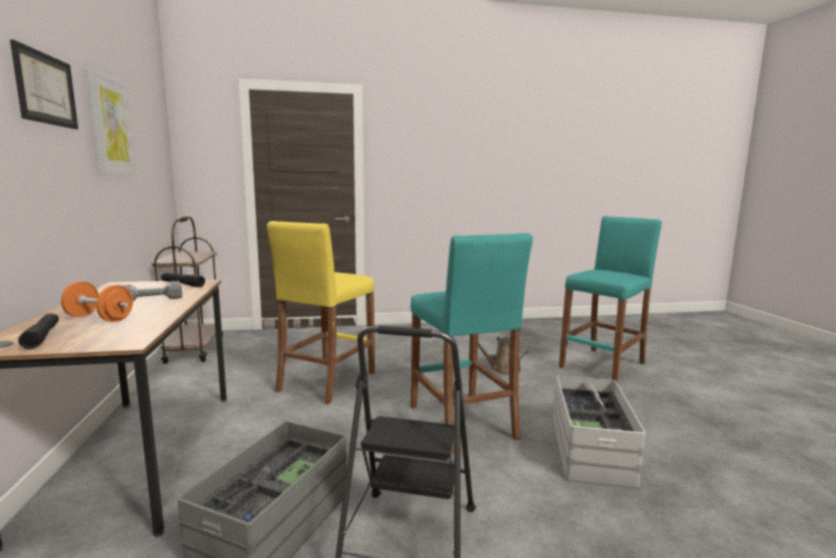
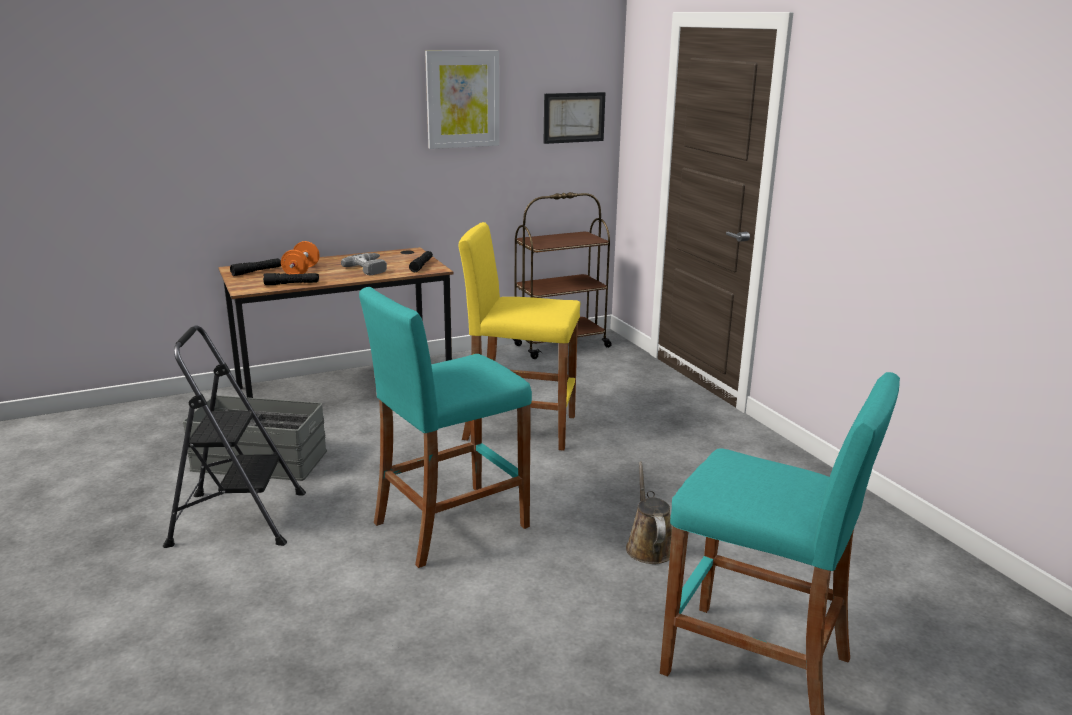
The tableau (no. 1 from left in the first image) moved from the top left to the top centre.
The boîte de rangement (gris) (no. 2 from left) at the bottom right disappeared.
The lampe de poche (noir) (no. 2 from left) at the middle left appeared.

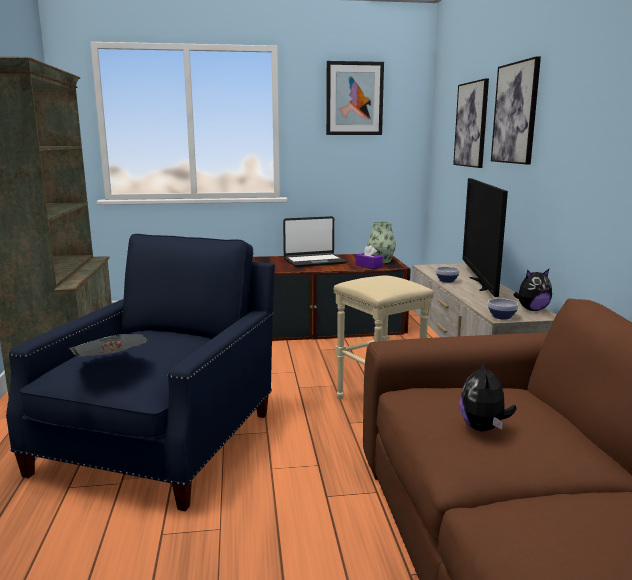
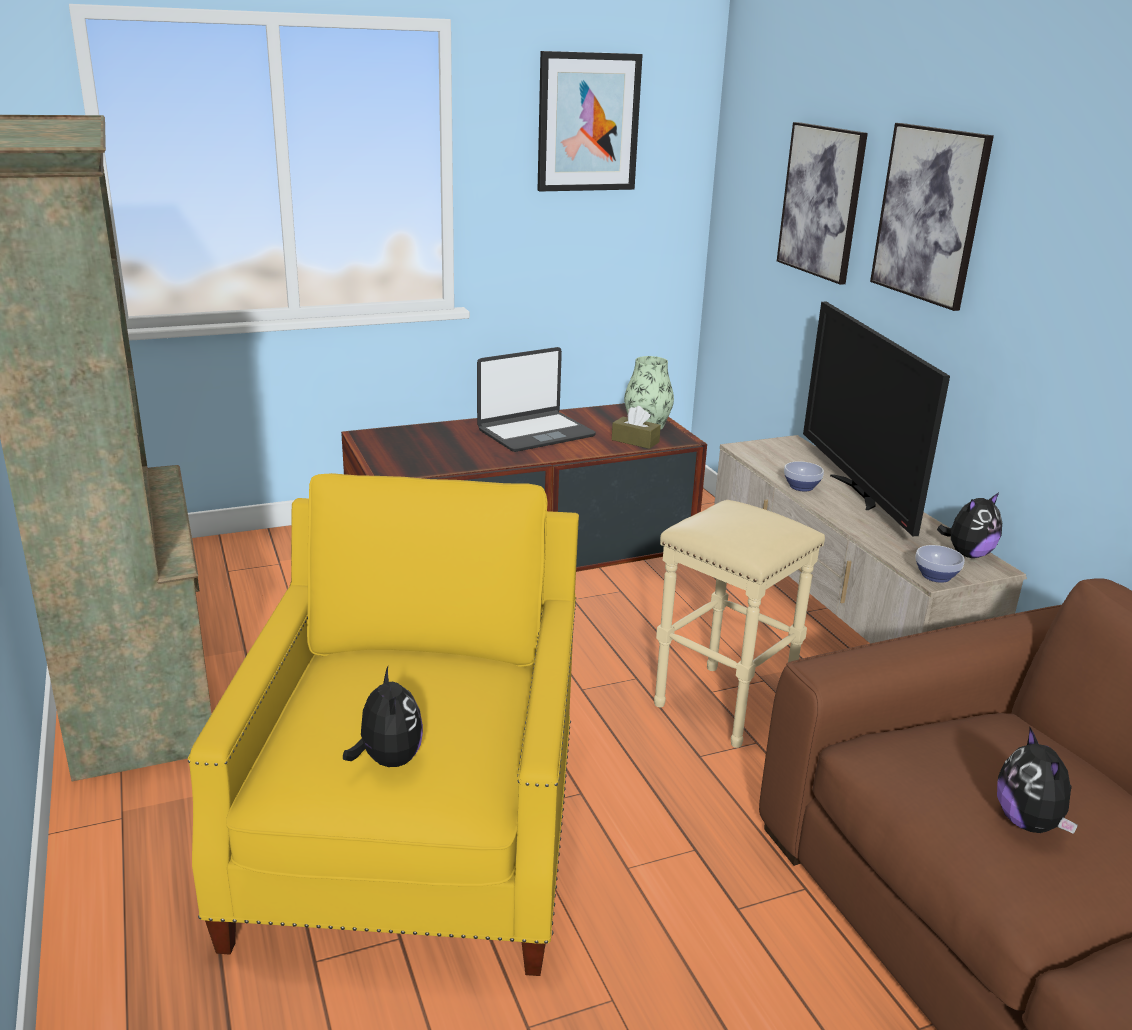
The fauteuil (bleu) at the middle left became the fauteuil (jaune) at the bottom centre.
The boîte à mouchoirs (violet) at the centre became the boîte à mouchoirs (marron) at the centre.
The journal at the middle left was replaced by the peluche (no. 1 from left) at the bottom centre.

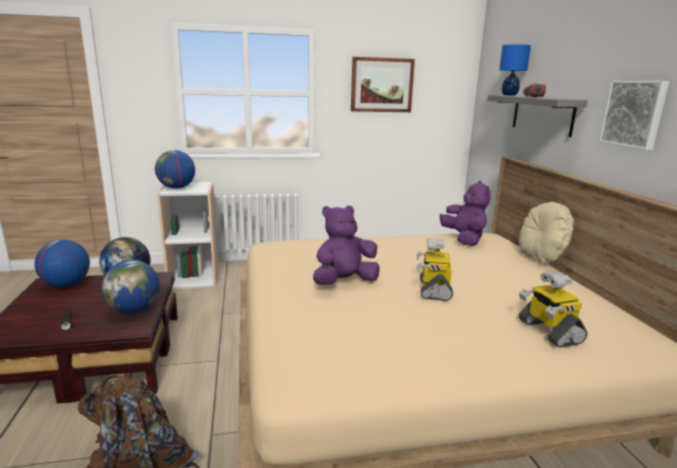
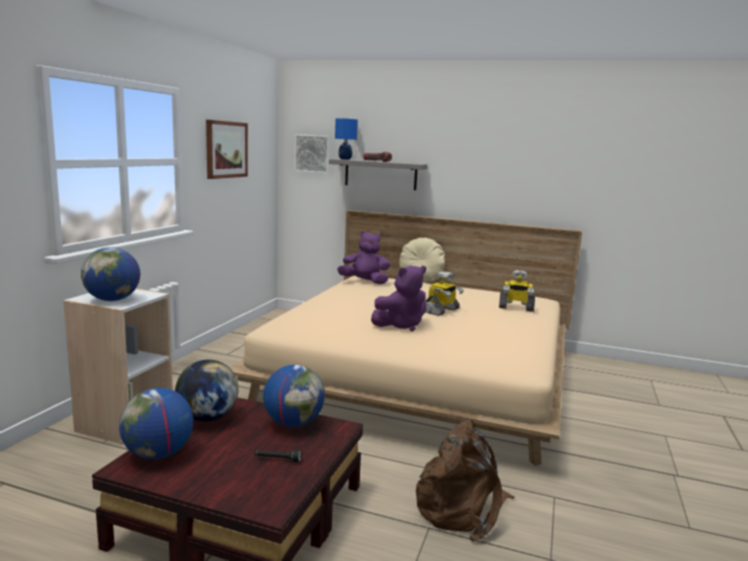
The tableau (no. 2 from left) moved from the top right to the top centre.
The peluche (violet) (no. 1 from left in the first image) at the centre turned 120 degrees counterclockwise.
The robot jouet (no. 1 from left) at the centre turned 90 degrees counterclockwise.

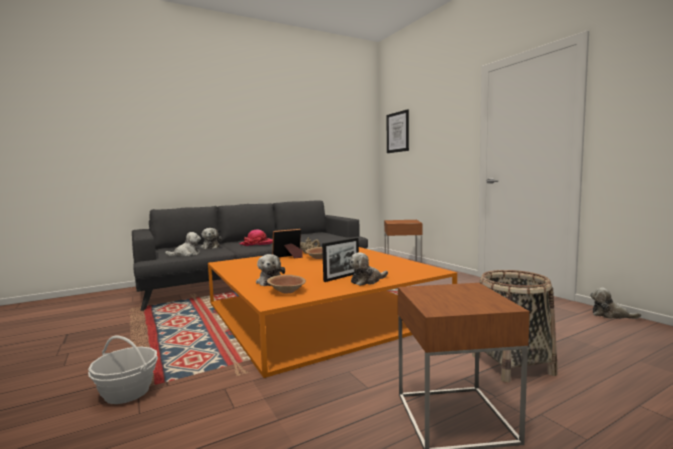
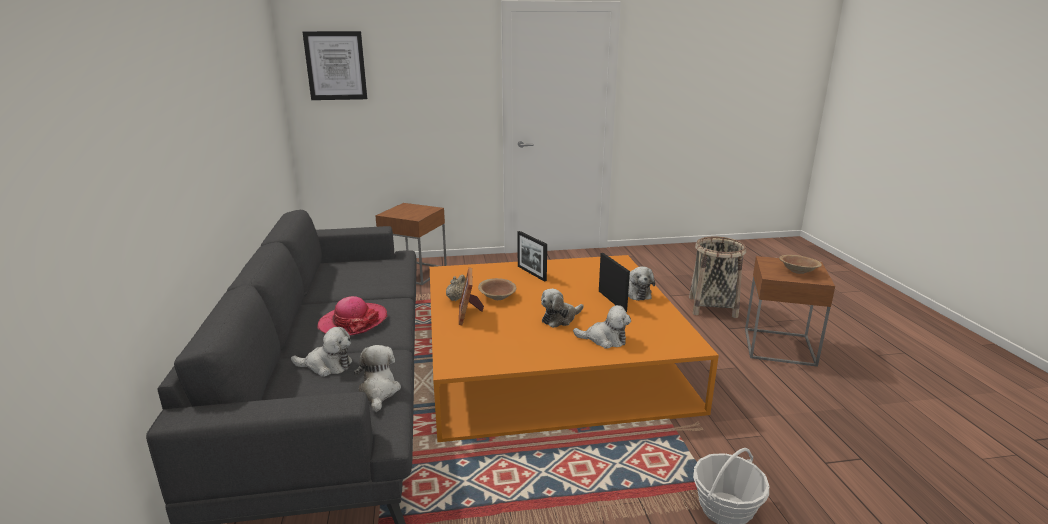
The bol (marron) (no. 1 from left in the first image) moved from the centre to the middle right.
The peluche (no. 5 from left in the first image) moved from the bottom right to the centre.
The cadre photo (no. 2 from left) at the centre appeared.

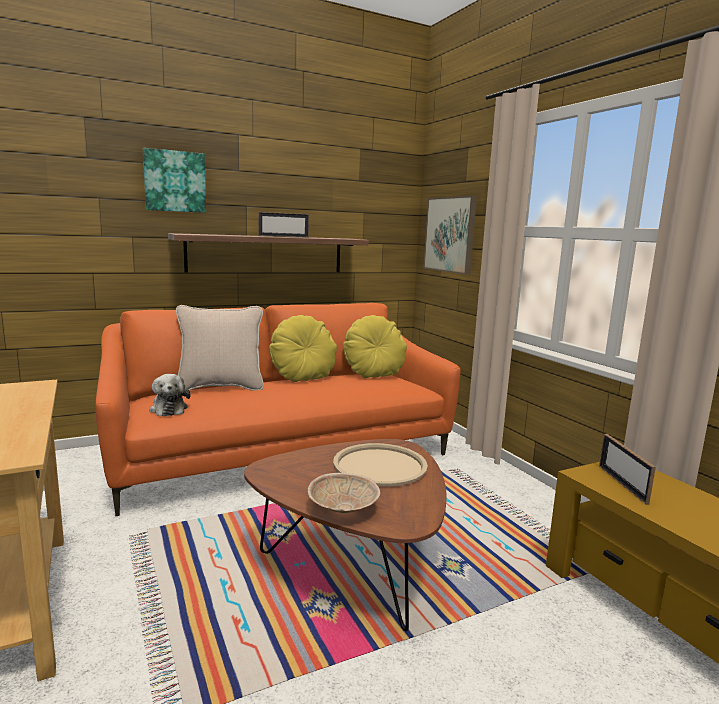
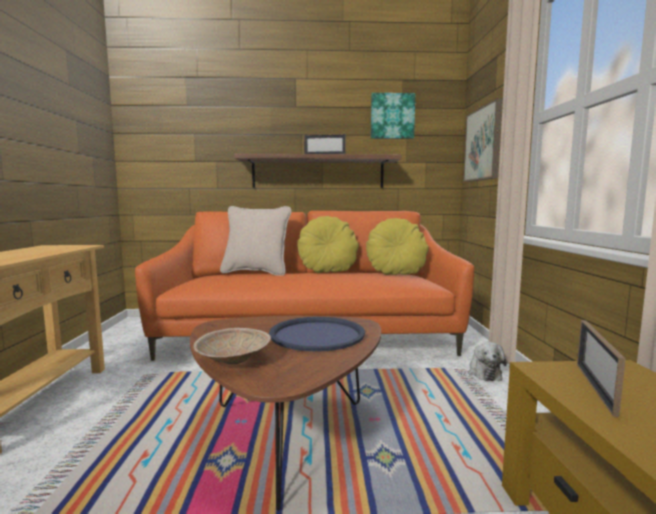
The tableau (no. 1 from left) moved from the top left to the top centre.
The peluche moved from the middle left to the bottom right.
The plateau (beige) at the centre became the plateau (bleu) at the centre.

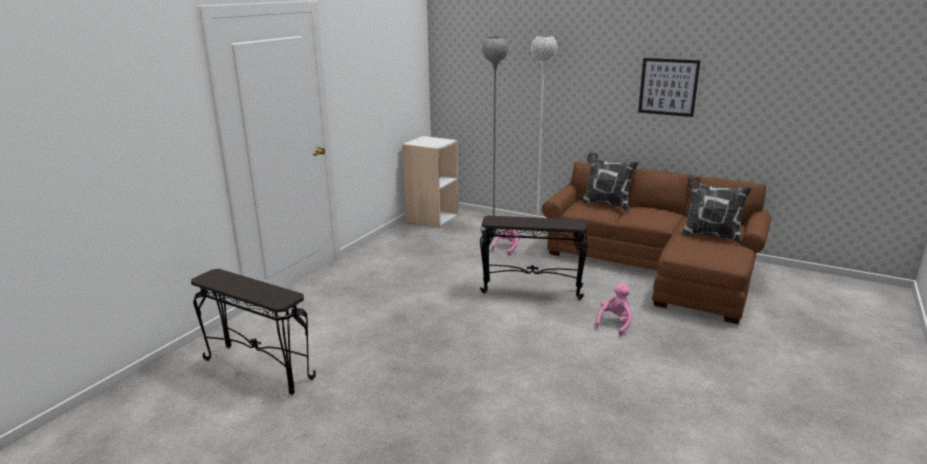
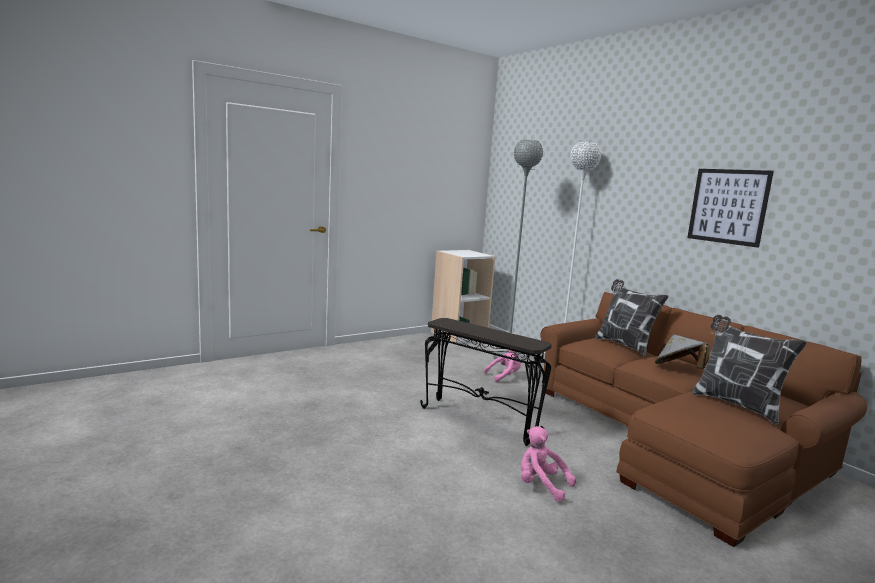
The table d'appoint (noir) (no. 1 from left) at the bottom left disappeared.
The peluche (rose) (no. 2 from left) at the centre turned 120 degrees counterclockwise.
The chapeau (gris) at the middle right appeared.

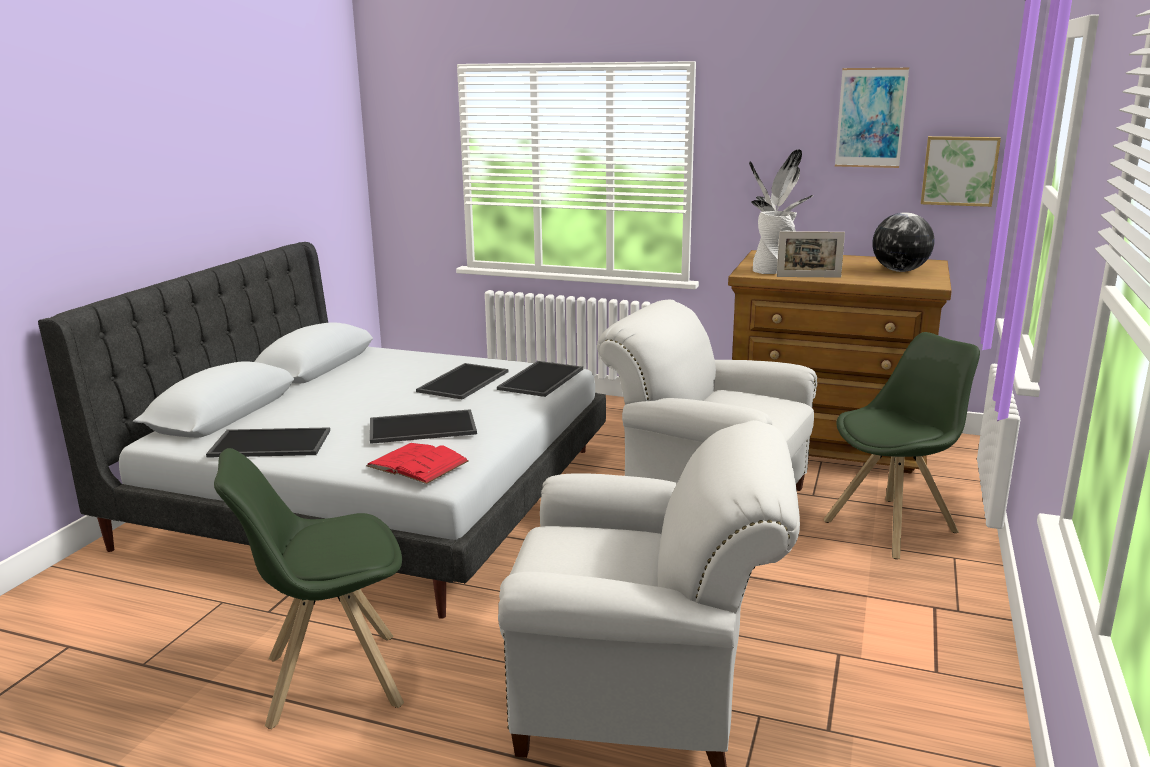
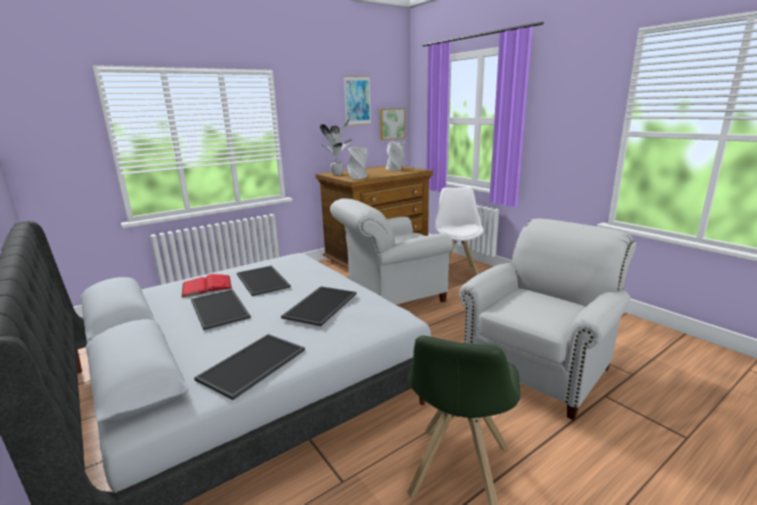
The globe at the top right was replaced by the vase (gris) (no. 2 from left) at the top centre.
The cadre photo at the top right disappeared.
The chaise (vert) (no. 2 from left) at the middle right became the chaise (blanc) at the centre.
The plateau (no. 4 from left in the first image) moved from the centre to the middle left.
The livre (rouge) moved from the centre to the middle left.

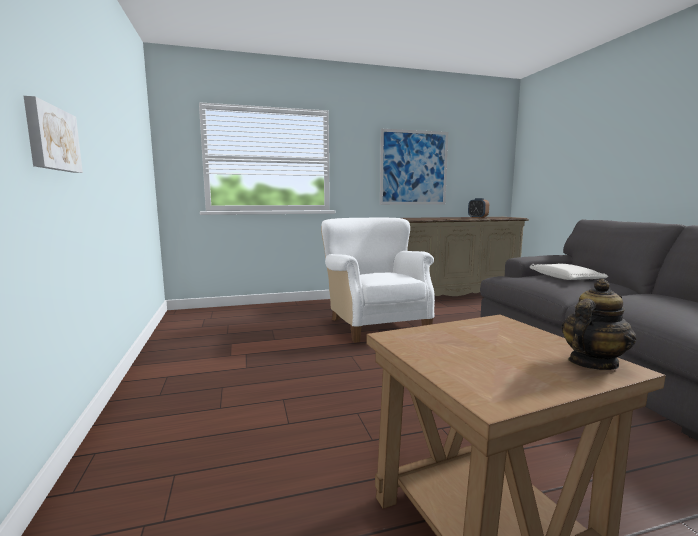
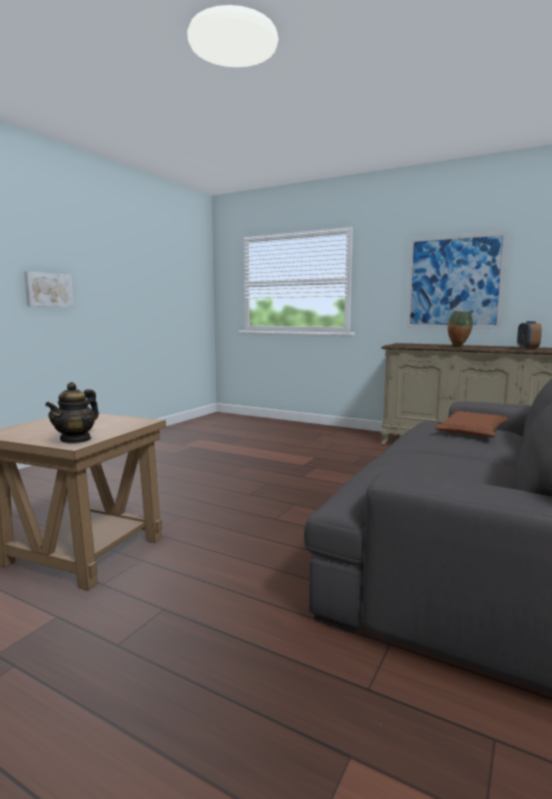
The fauteuil (blanc) at the centre disappeared.
The coussin (blanc) at the middle right became the coussin (marron) at the middle right.
The théière at the middle right turned 105 degrees clockwise.
The vase at the middle right appeared.

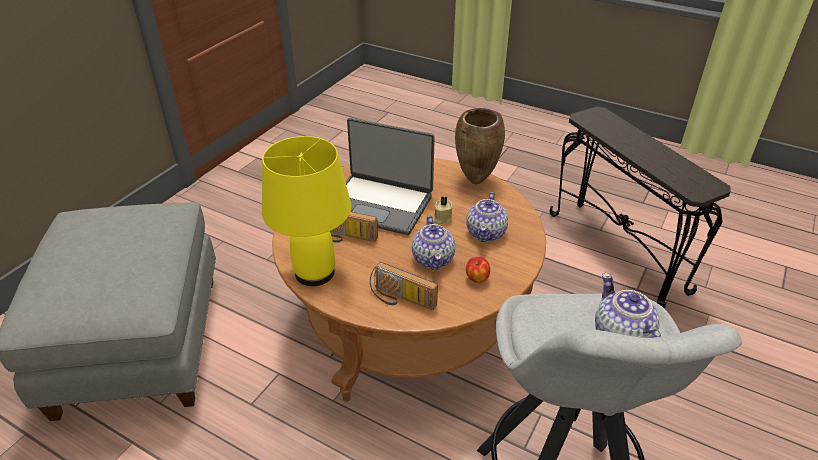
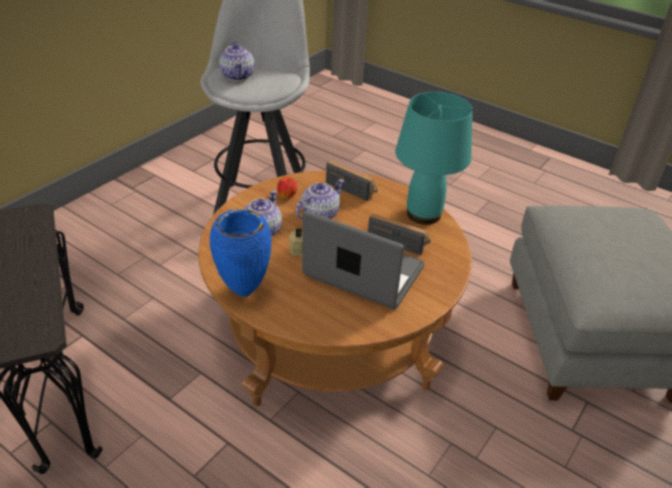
The vase (marron) at the top centre became the vase (bleu) at the centre.
The lampe de table (jaune) at the centre became the lampe de table (turquoise) at the top centre.
The théière (no. 1 from left in the first image) at the centre turned 45 degrees clockwise.

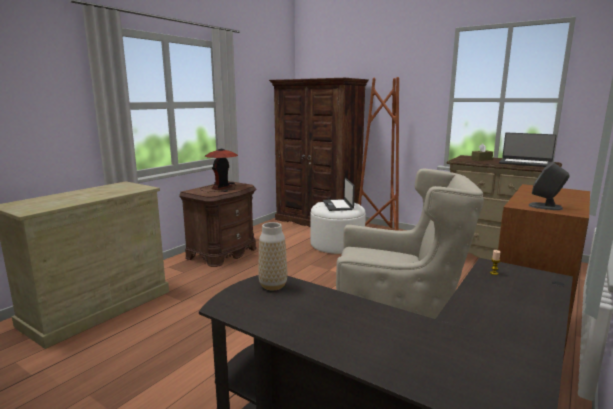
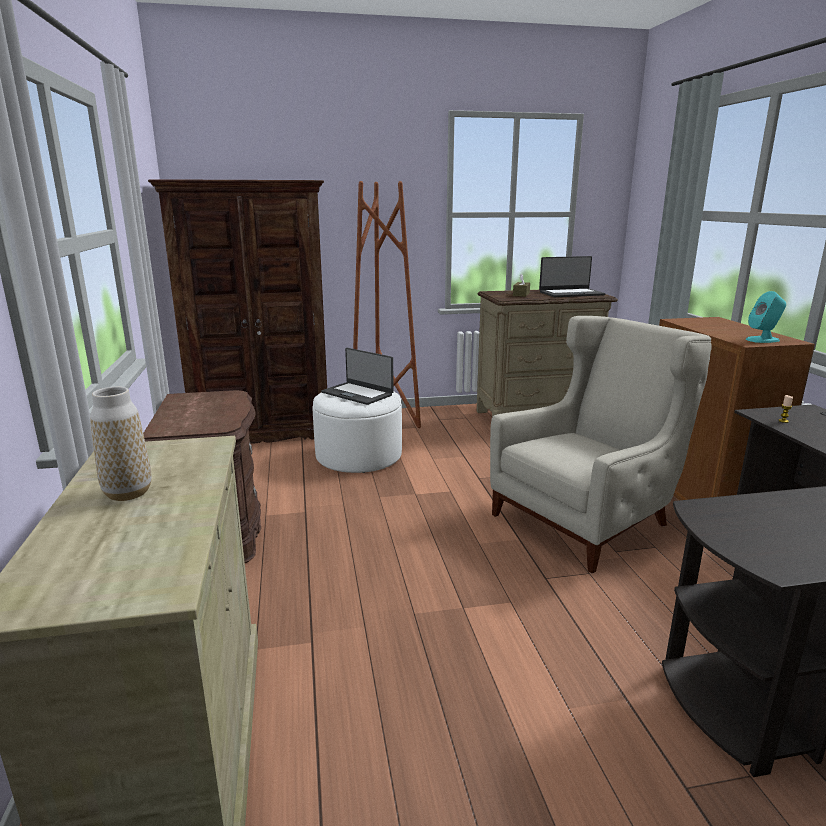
The lampe de table at the centre disappeared.
The enceinte (gris) at the middle right became the enceinte (turquoise) at the middle right.
The vase moved from the centre to the middle left.

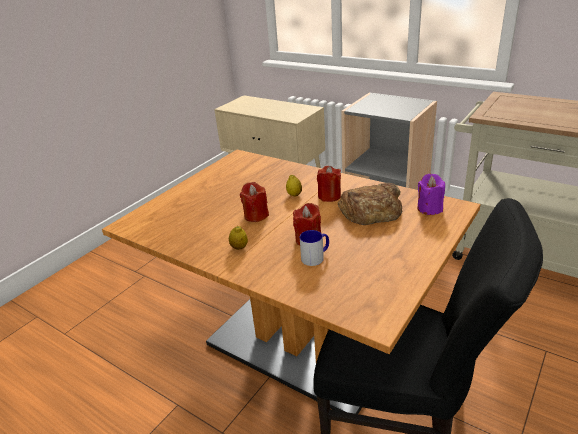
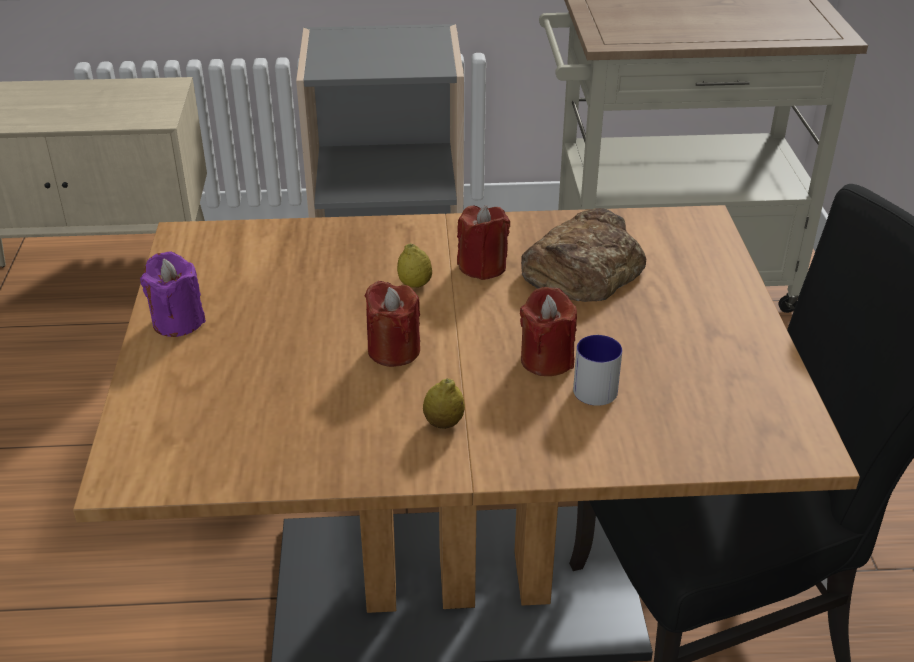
The bougie (violet) moved from the middle right to the middle left.

